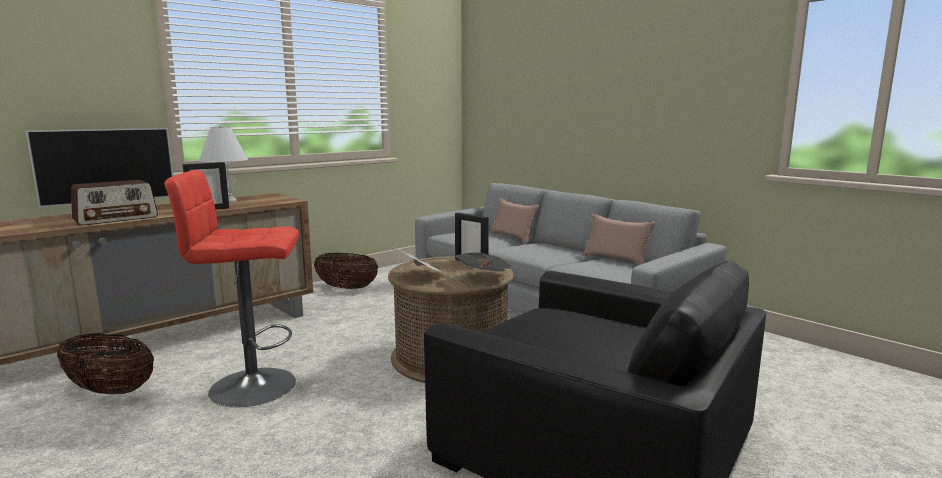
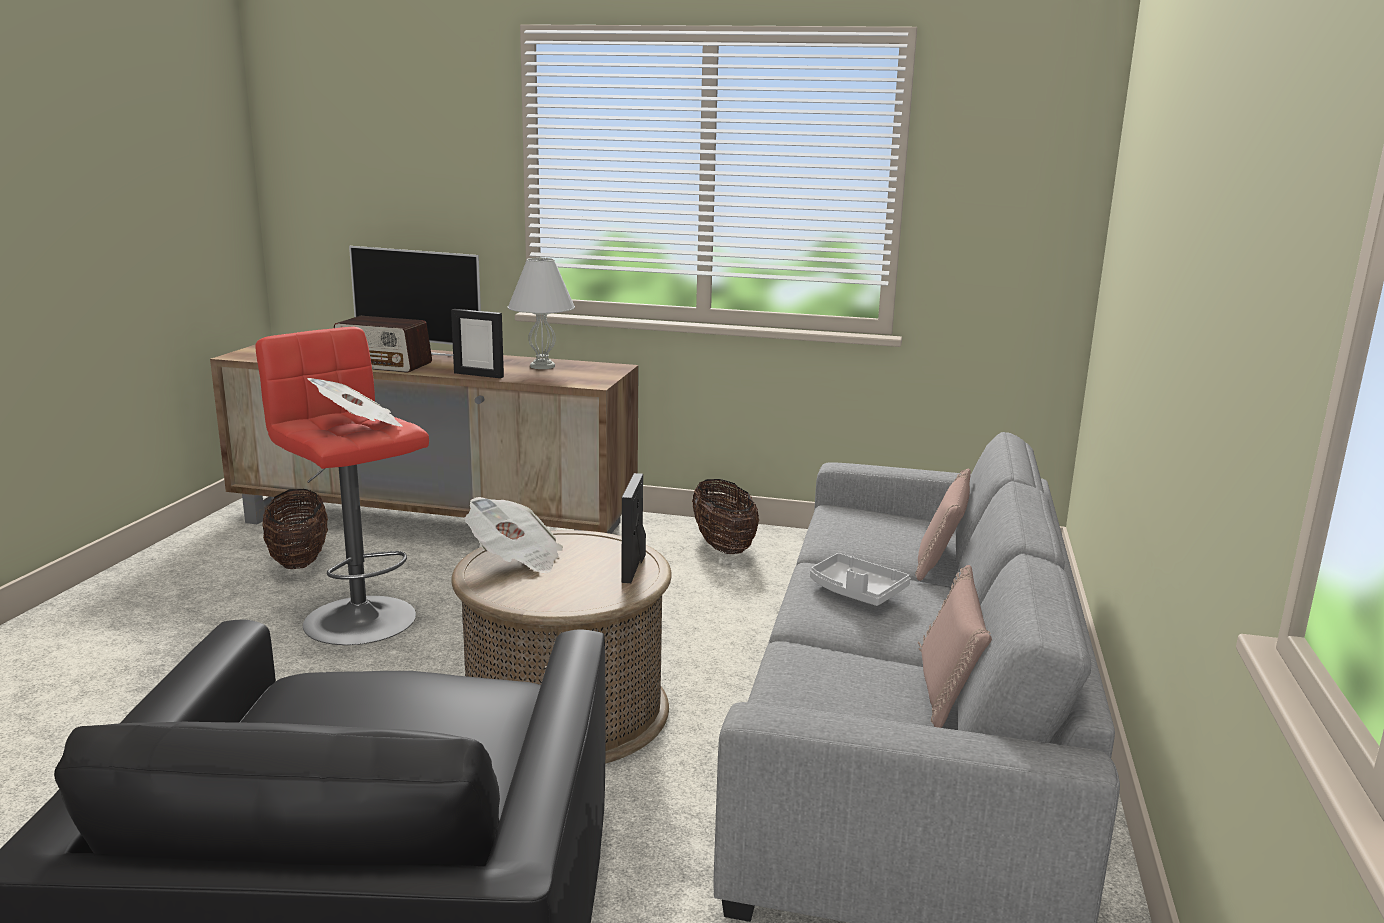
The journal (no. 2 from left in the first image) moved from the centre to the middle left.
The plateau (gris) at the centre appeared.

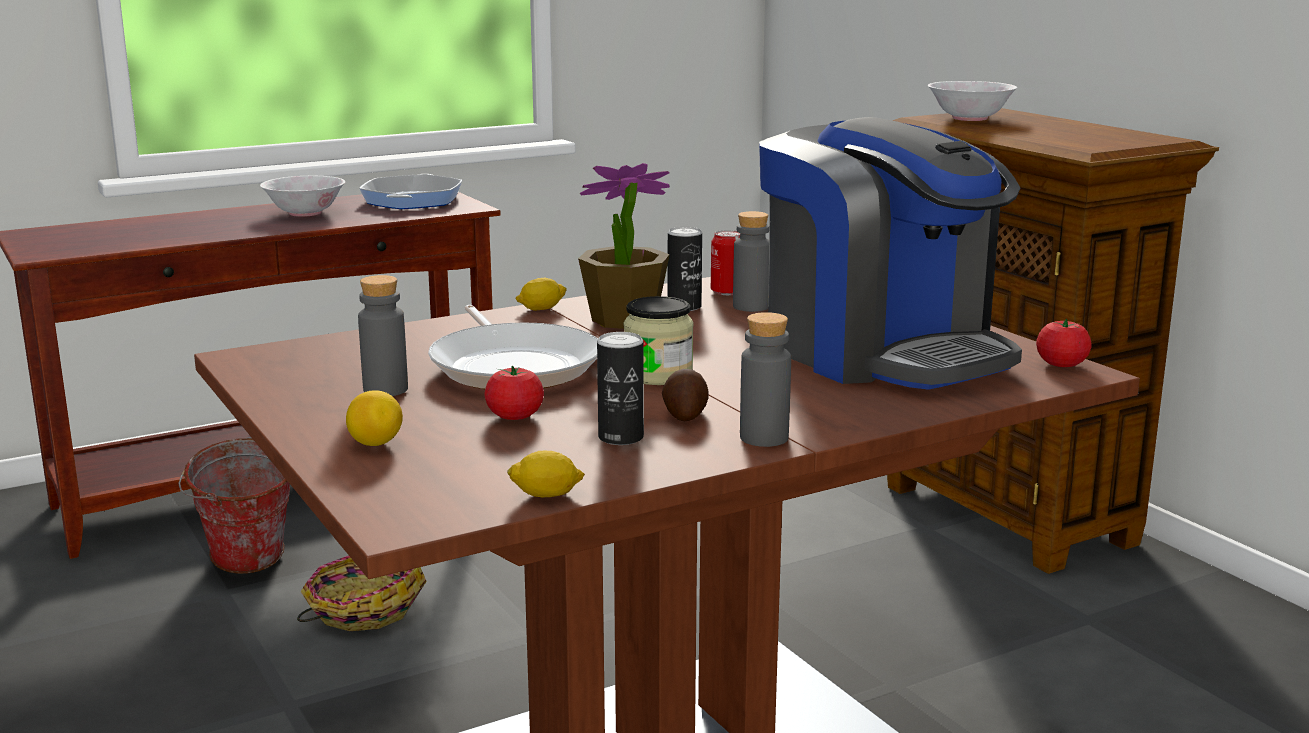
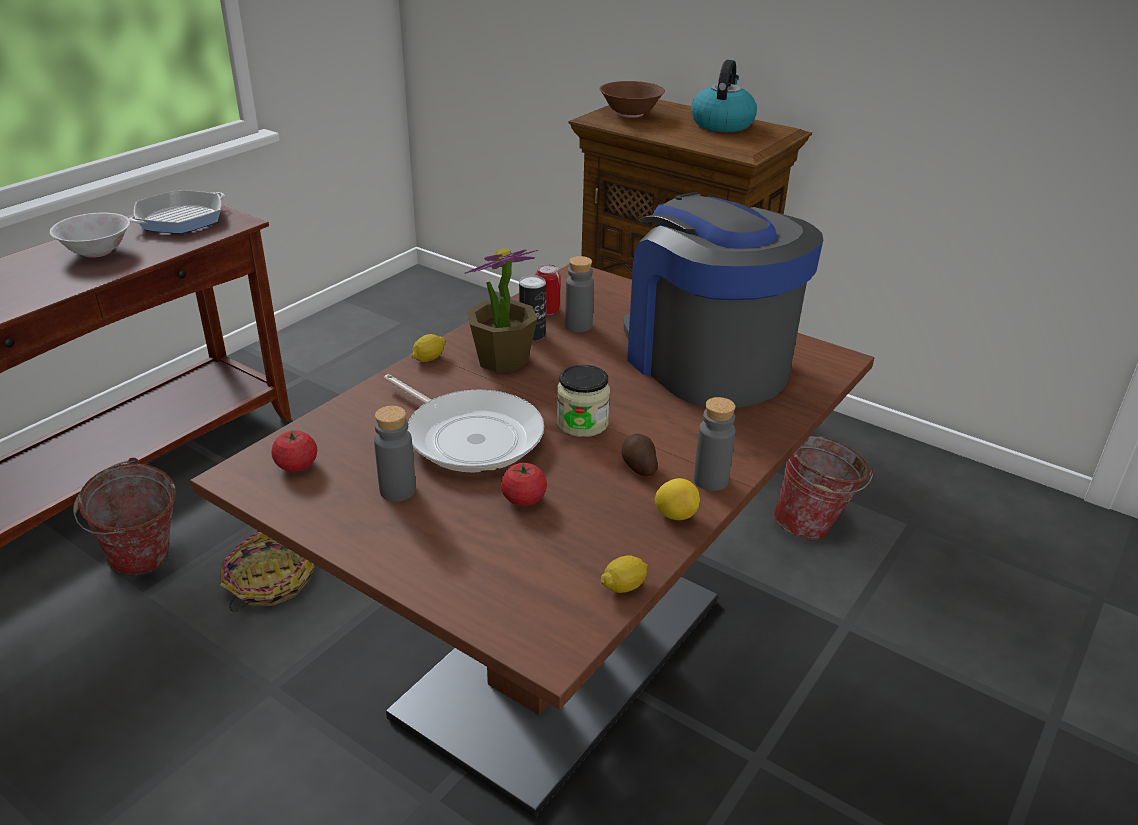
The bol (blanc) (no. 2 from left) at the top right became the bol (marron) at the top centre.
The machine à café at the middle right turned 150 degrees counterclockwise.
The poêle (no. 1 from left) at the top left turned 60 degrees clockwise.
The tomate (no. 2 from left in the first image) moved from the middle right to the middle left.
The boîte métallique (no. 1 from left) at the centre disappeared.
The citron (no. 1 from left in the first image) moved from the middle left to the centre.
The bouilloire at the top centre appeared.
The seau (no. 2 from left) at the middle right appeared.

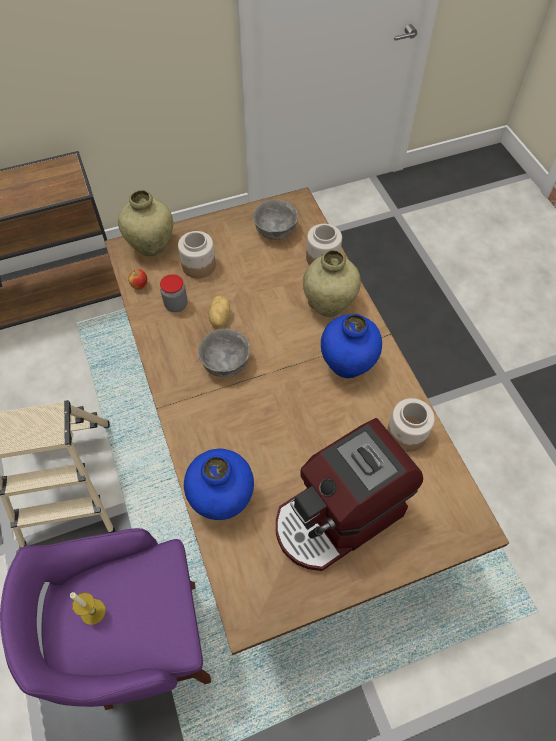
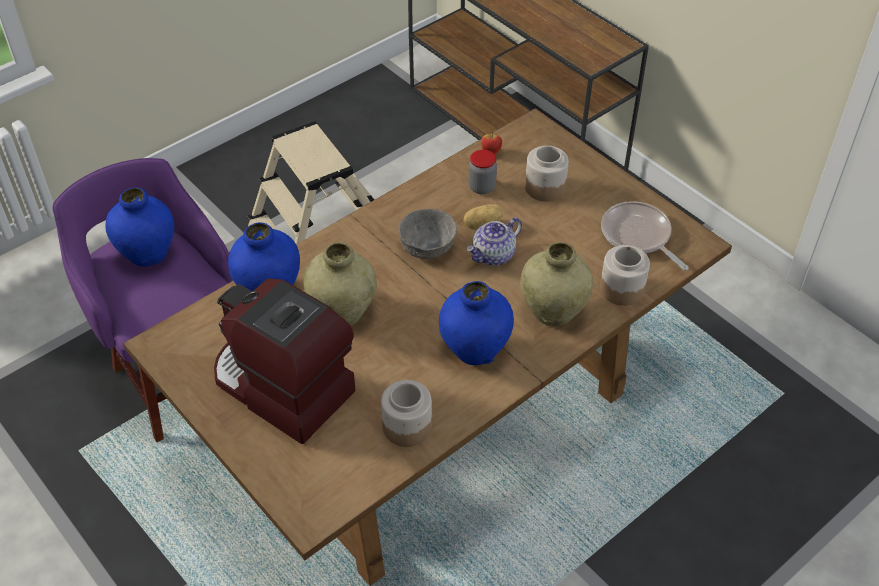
The vase (beige) (no. 1 from left) moved from the top left to the centre.
The bol (gris) (no. 2 from left) at the top centre was replaced by the poêle at the middle right.
The bougie at the bottom left was replaced by the vase (bleu) (no. 1 from left) at the middle left.
The théière at the centre appeared.

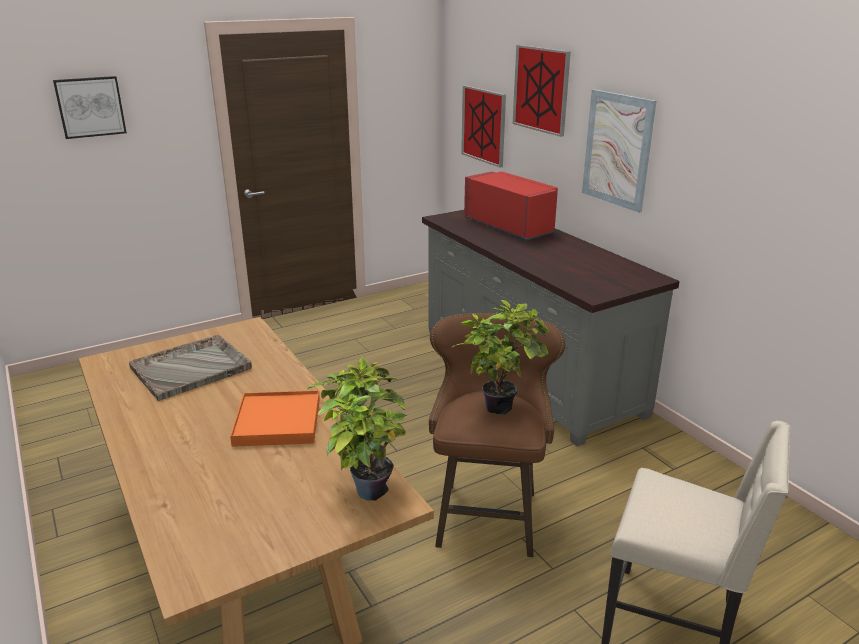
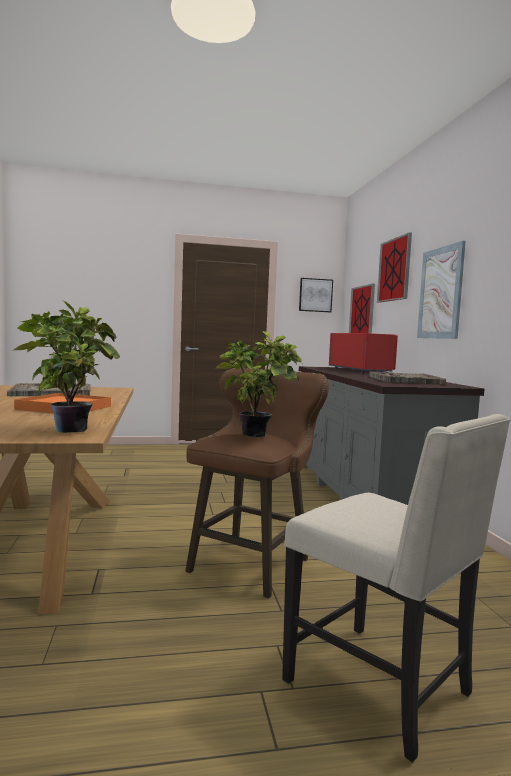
The tableau (no. 1 from left) moved from the top left to the centre.
The plateau (gris) (no. 2 from left) at the middle right appeared.

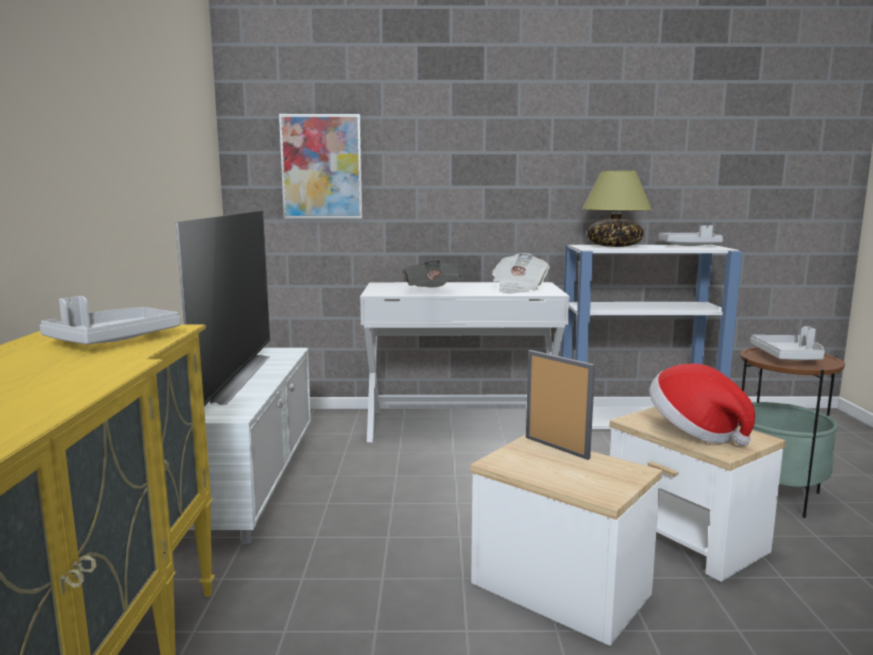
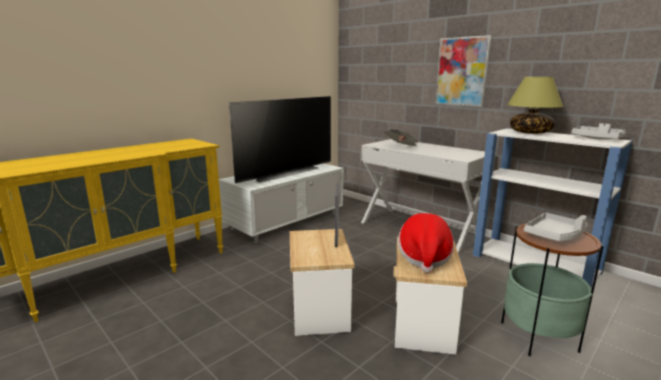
The tableau moved from the top centre to the top right.
The journal (no. 2 from left) at the centre disappeared.
The plateau (gris) (no. 1 from left) at the middle left disappeared.

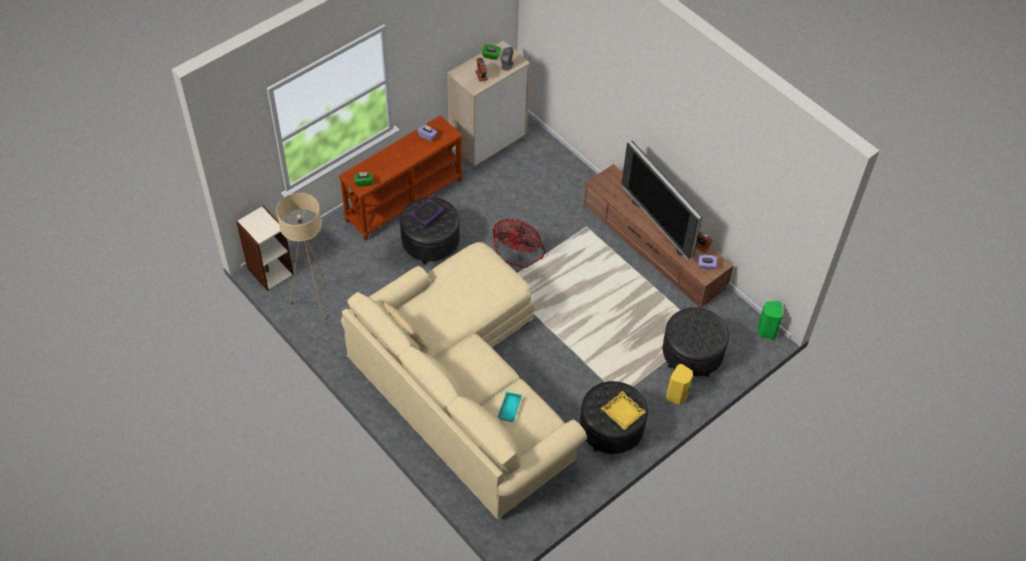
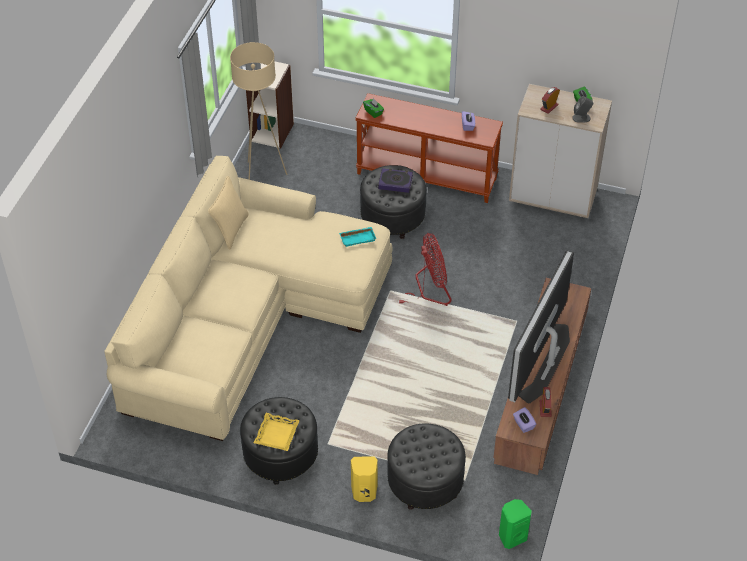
The plateau (turquoise) moved from the bottom centre to the centre.

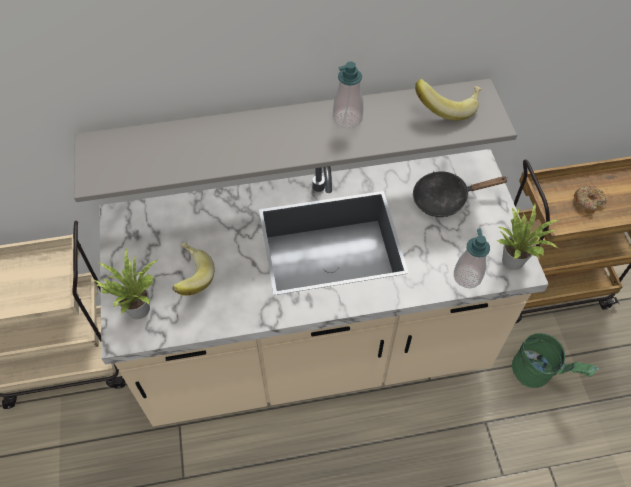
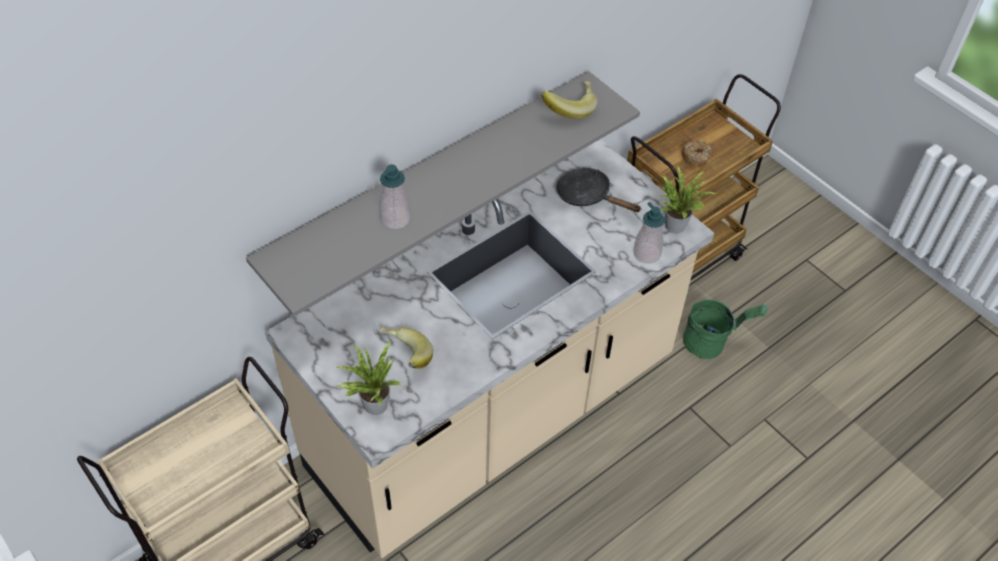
The distributeur de savon (no. 1 from left) moved from the top centre to the centre.
The poêle (noir) at the middle right turned 75 degrees clockwise.

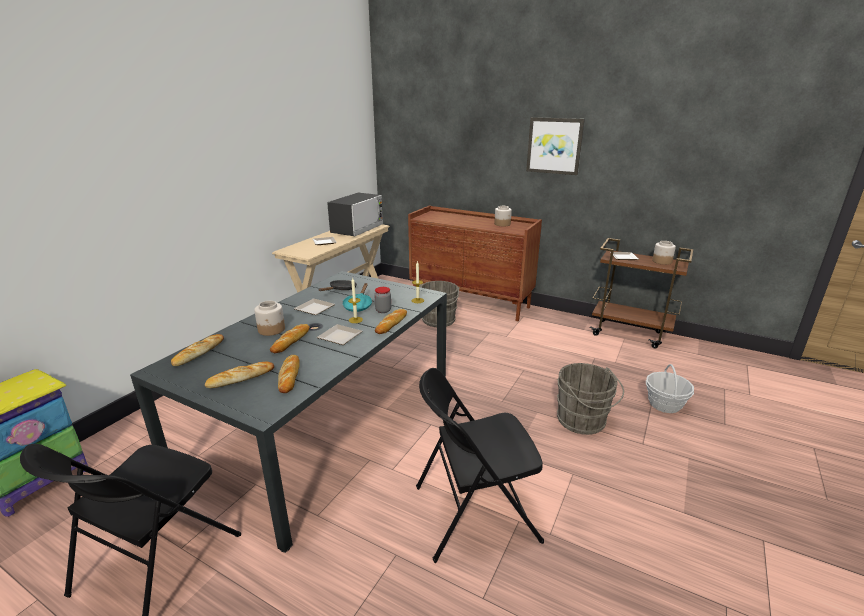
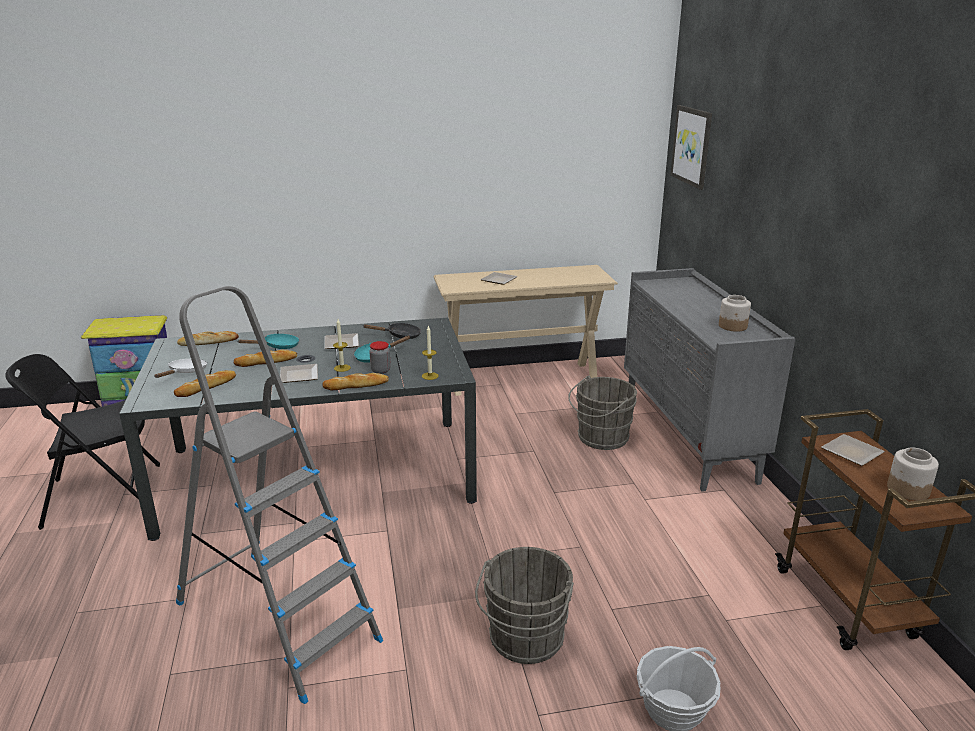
The tableau moved from the top centre to the top right.
The micro-ondes at the centre disappeared.
The meuble de rangement (marron) at the centre became the meuble de rangement (gris) at the middle right.
The bocal (no. 1 from left) at the middle left was replaced by the poêle (turquoise) (no. 1 from left) at the middle left.
The pain (no. 2 from left) at the middle left was replaced by the poêle (blanc) at the middle left.
The chaise (noir) (no. 2 from left) at the bottom centre was replaced by the escabeau (gris) at the bottom left.

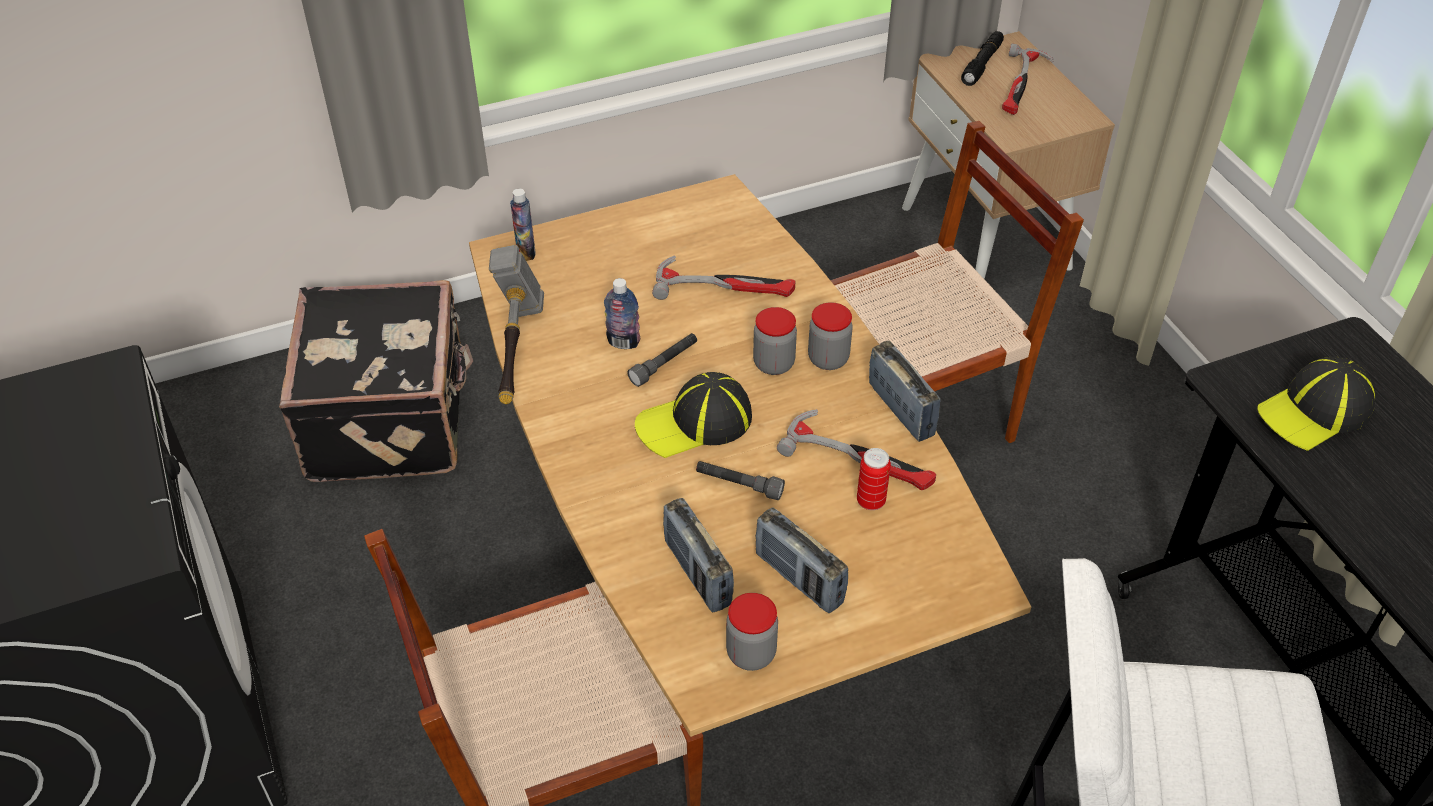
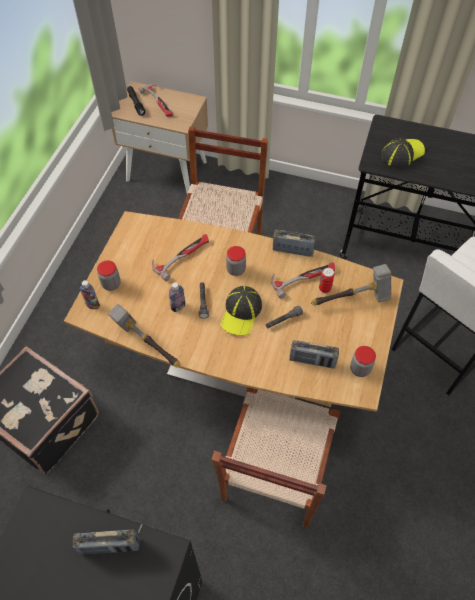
The bocal (no. 3 from left in the first image) moved from the centre to the middle left.
The casquette (no. 2 from left) at the middle right turned 135 degrees counterclockwise.
The radio (no. 2 from left in the first image) moved from the bottom centre to the bottom left.
The marteau (no. 5 from left) at the middle right appeared.

